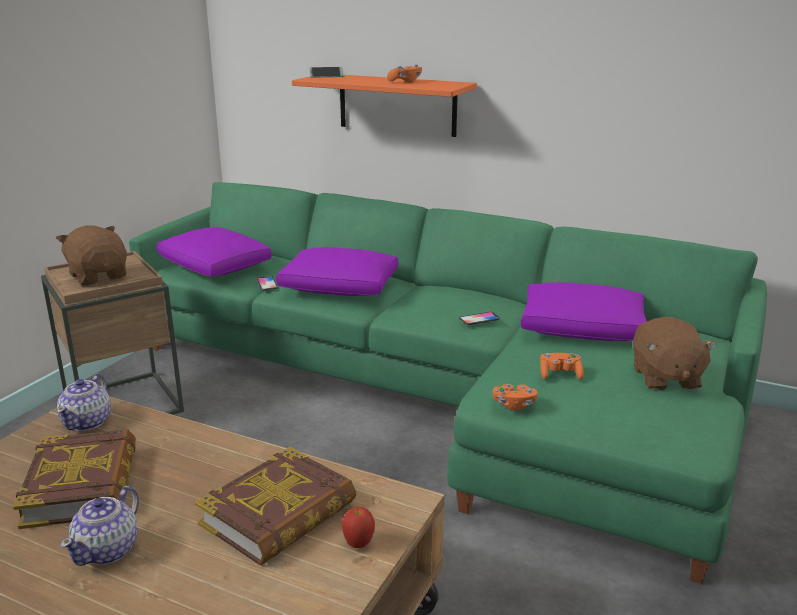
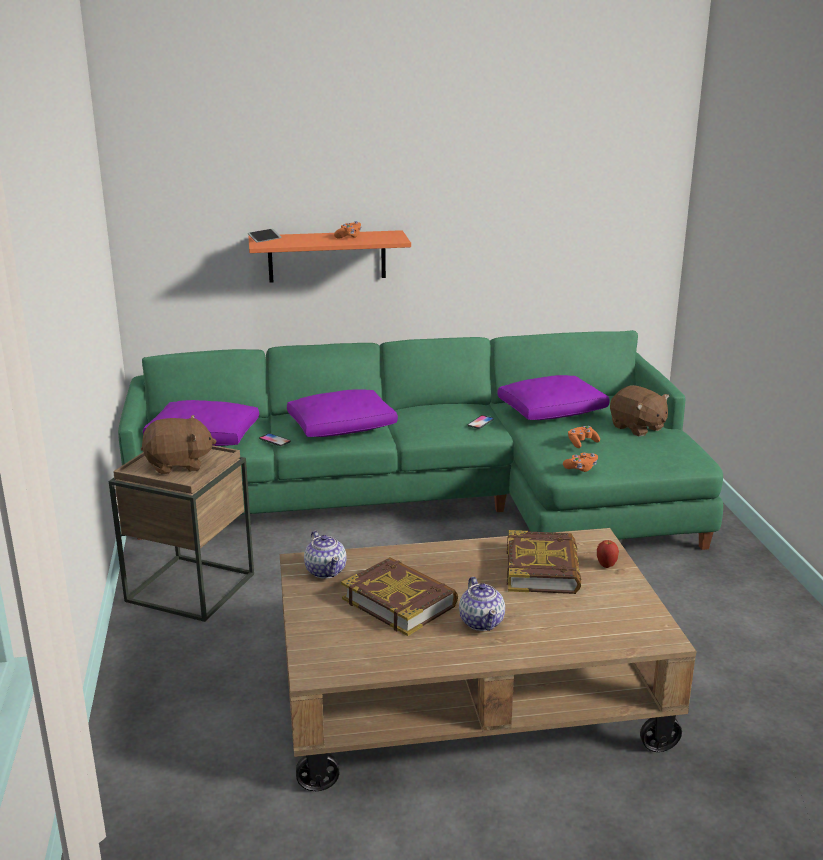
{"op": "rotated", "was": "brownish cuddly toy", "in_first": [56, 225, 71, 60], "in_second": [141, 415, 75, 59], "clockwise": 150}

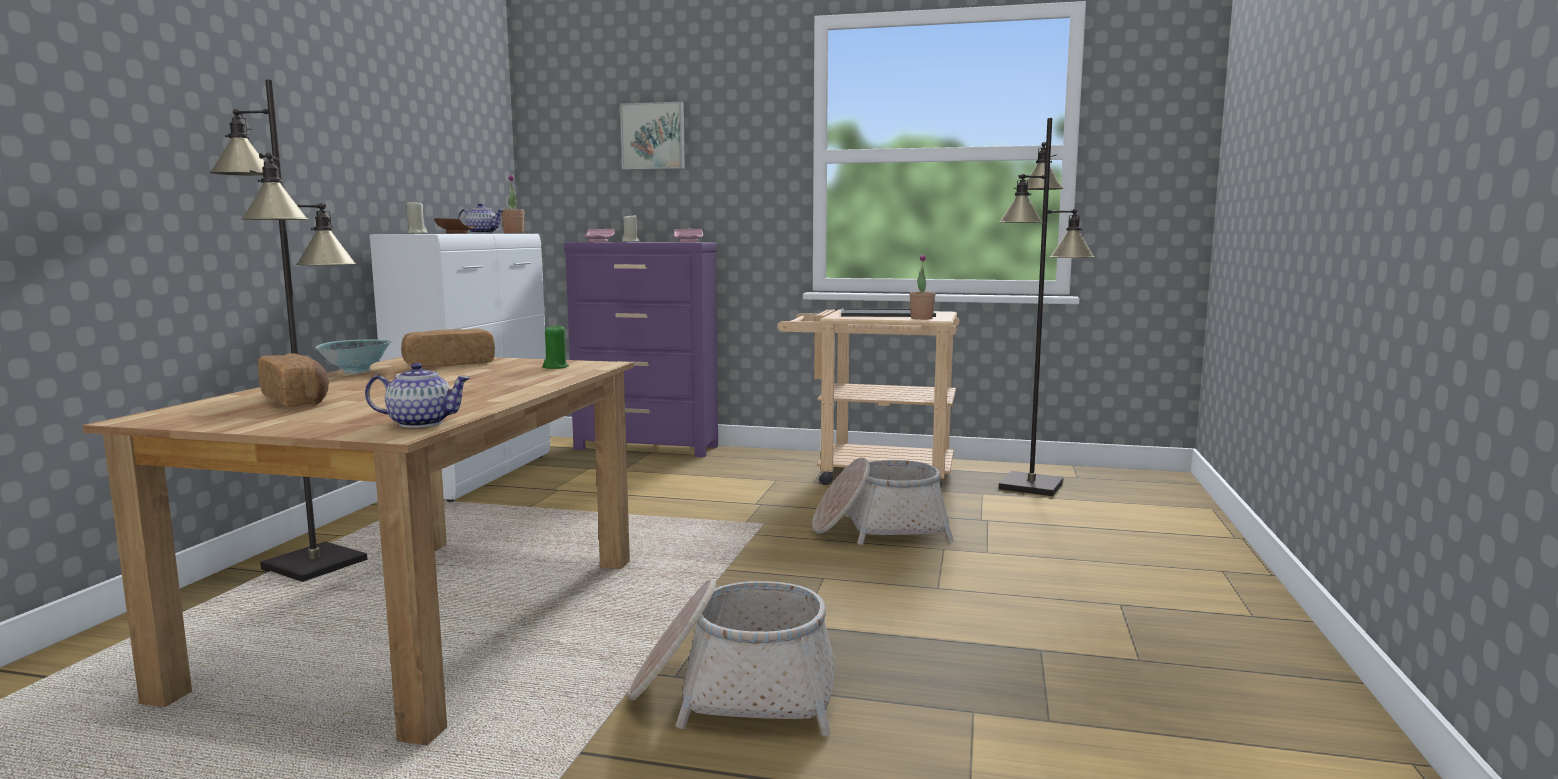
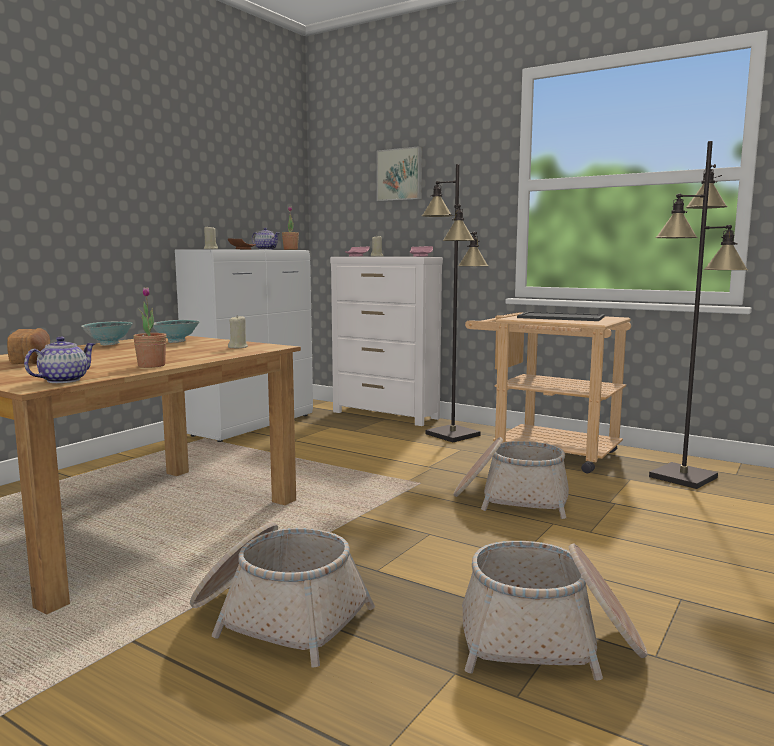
{"op": "shifted", "was": "blackish floor lamp", "in_first": [209, 79, 159, 503], "in_second": [422, 164, 67, 278]}
{"op": "repainted", "was": "purple chest of drawers", "now": "white chest of drawers", "in_first": [564, 242, 154, 215], "in_second": [330, 257, 113, 169]}
{"op": "shifted", "was": "houseplant", "in_first": [910, 254, 25, 66], "in_second": [133, 287, 33, 81]}
{"op": "repainted", "was": "green wax light", "now": "beige wax light", "in_first": [543, 324, 26, 45], "in_second": [228, 316, 20, 33]}
{"op": "swapped", "was": "bakery bread", "now": "bowl", "in_first": [401, 329, 94, 38], "in_second": [153, 320, 47, 23]}
{"op": "rotated", "was": "tea pot", "in_first": [365, 363, 106, 65], "in_second": [24, 336, 71, 47], "clockwise": -75}
{"op": "new", "now": "household basket", "in_second": [462, 541, 186, 140]}

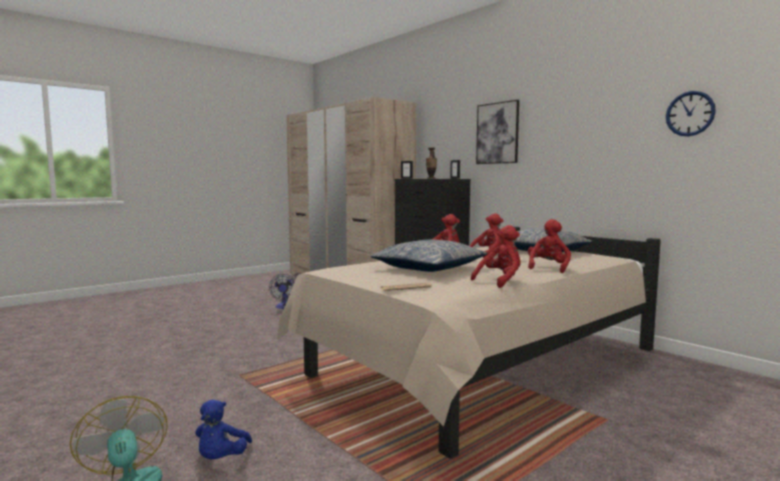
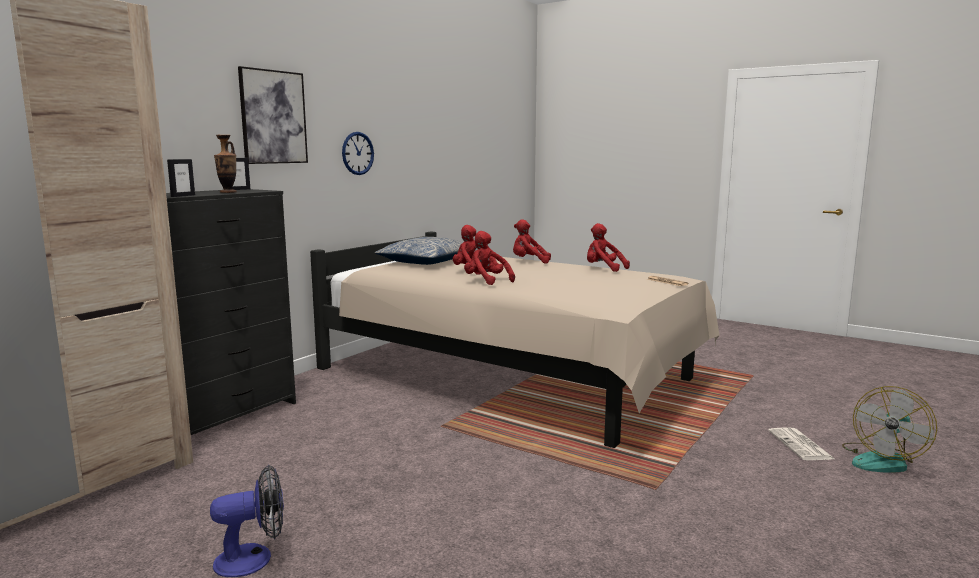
{"op": "shifted", "was": "wall clock", "in_first": [666, 91, 50, 45], "in_second": [342, 132, 32, 43]}
{"op": "gone", "was": "cushion", "in_first": [370, 239, 117, 33]}
{"op": "swapped", "was": "blue-coloured cuddly toy", "now": "daily paper", "in_first": [195, 400, 57, 59], "in_second": [768, 427, 68, 33]}

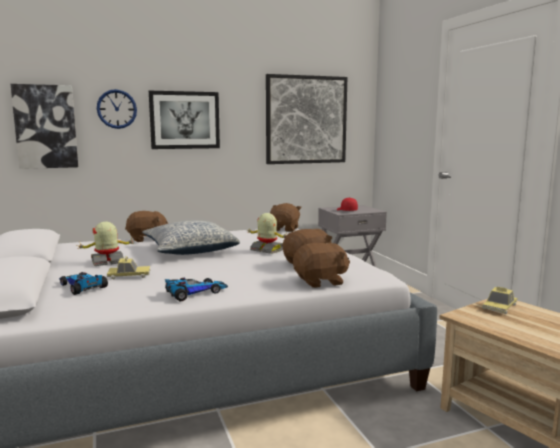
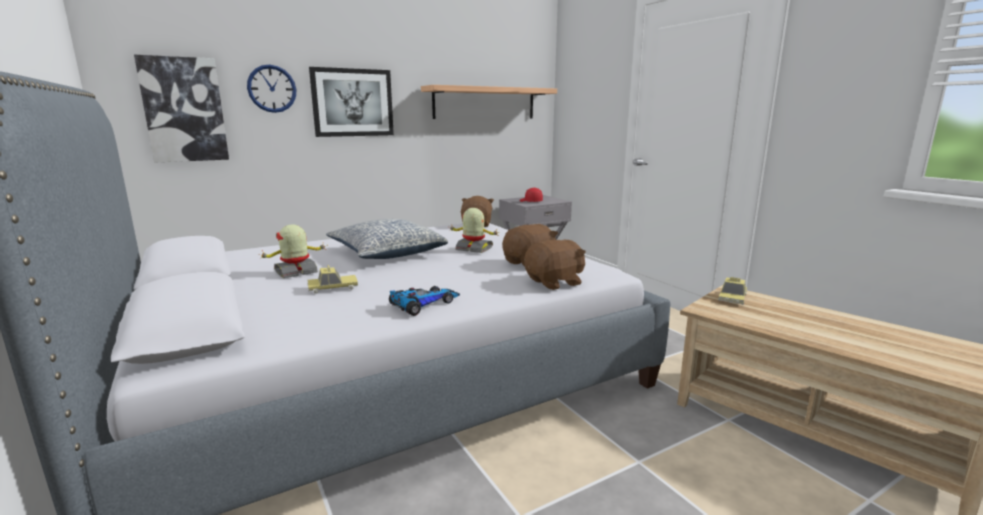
{"op": "swapped", "was": "wall picture", "now": "wall shelf", "in_first": [266, 74, 81, 90], "in_second": [421, 85, 136, 34]}
{"op": "gone", "was": "brownish cuddly toy", "in_first": [125, 211, 44, 31]}
{"op": "gone", "was": "toy car", "in_first": [59, 272, 49, 23]}

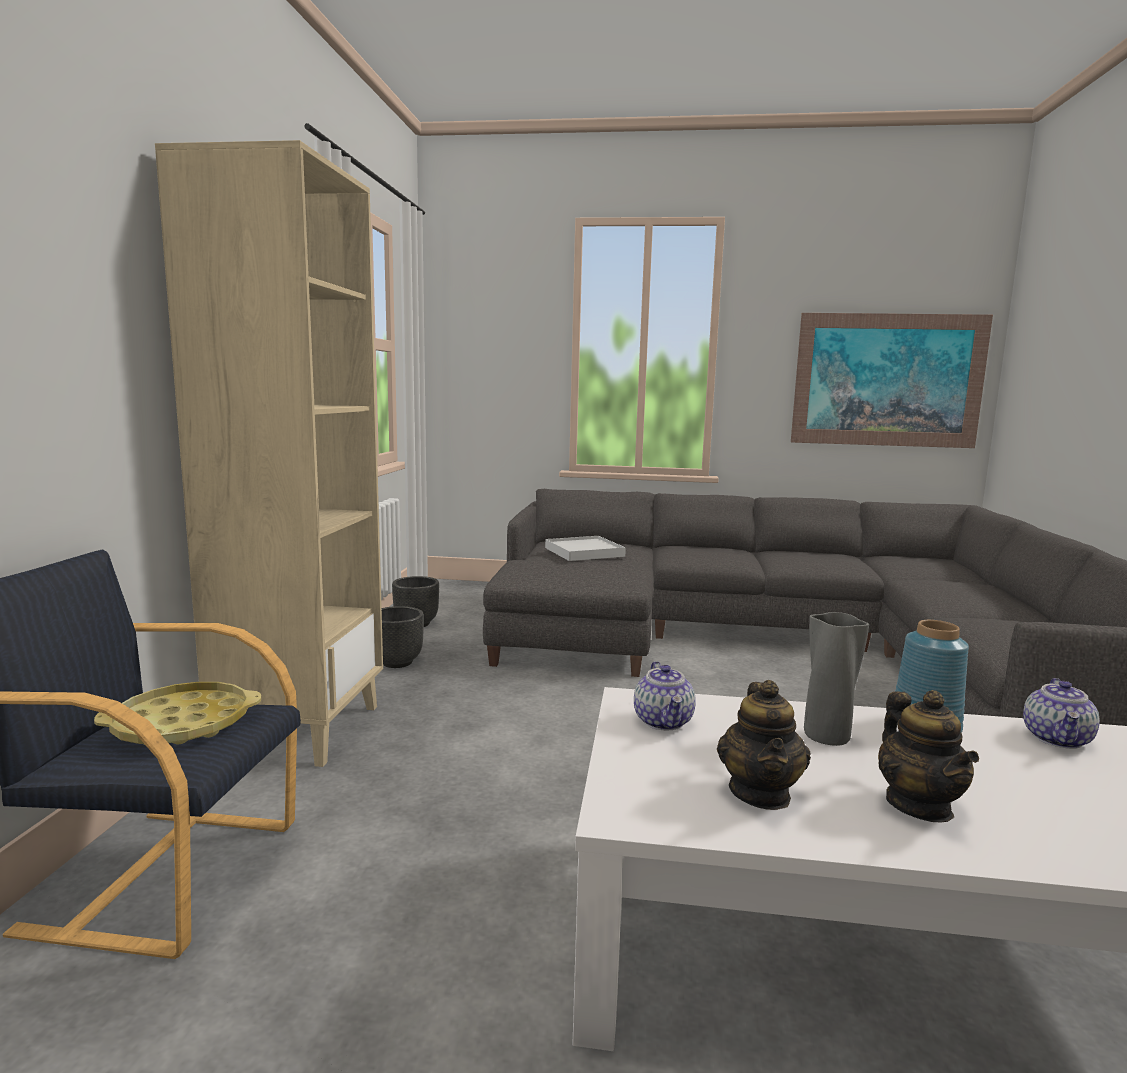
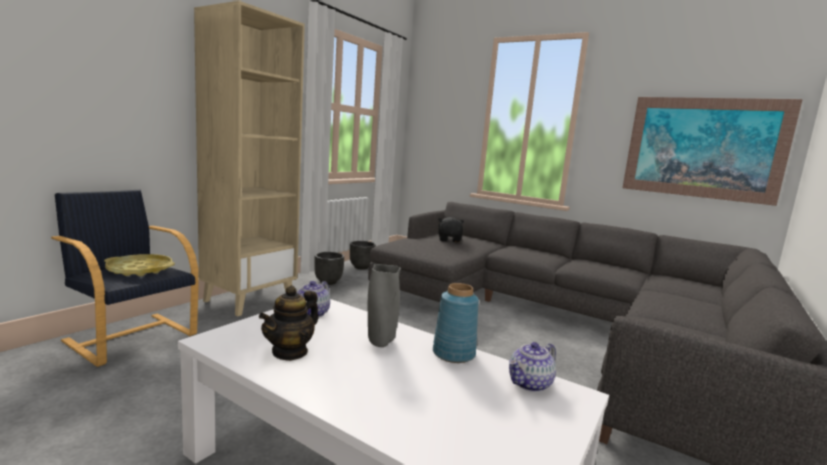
{"op": "swapped", "was": "white serving tray", "now": "blackish cuddly toy", "in_first": [545, 536, 81, 25], "in_second": [438, 217, 26, 25]}
{"op": "gone", "was": "tea pot", "in_first": [878, 690, 101, 133]}

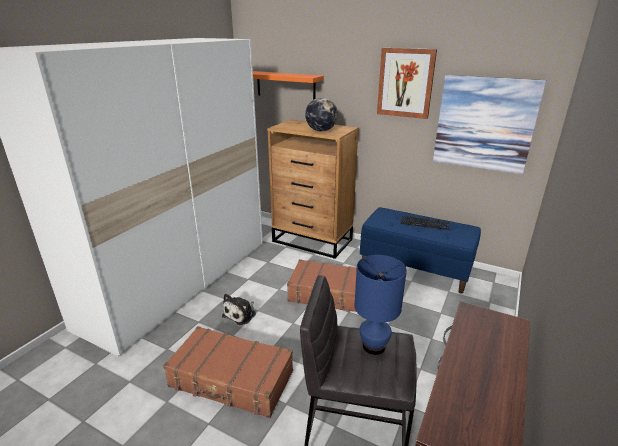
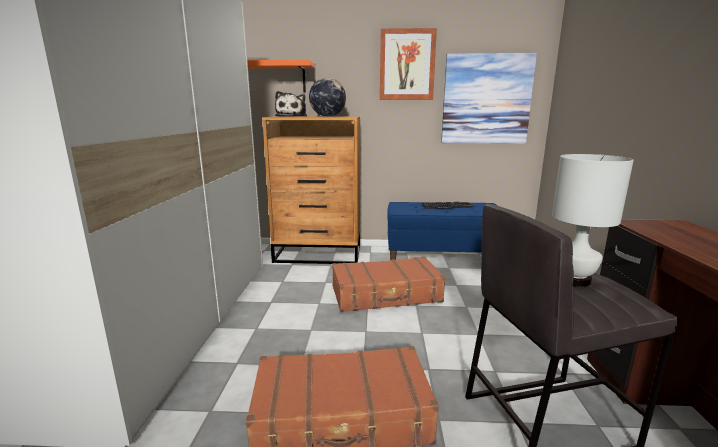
{"op": "repainted", "was": "blue-coloured lamp for a table", "now": "white lamp for a table", "in_first": [354, 255, 53, 100], "in_second": [552, 154, 82, 133]}
{"op": "shifted", "was": "cuddly toy", "in_first": [222, 293, 34, 32], "in_second": [275, 91, 32, 26]}

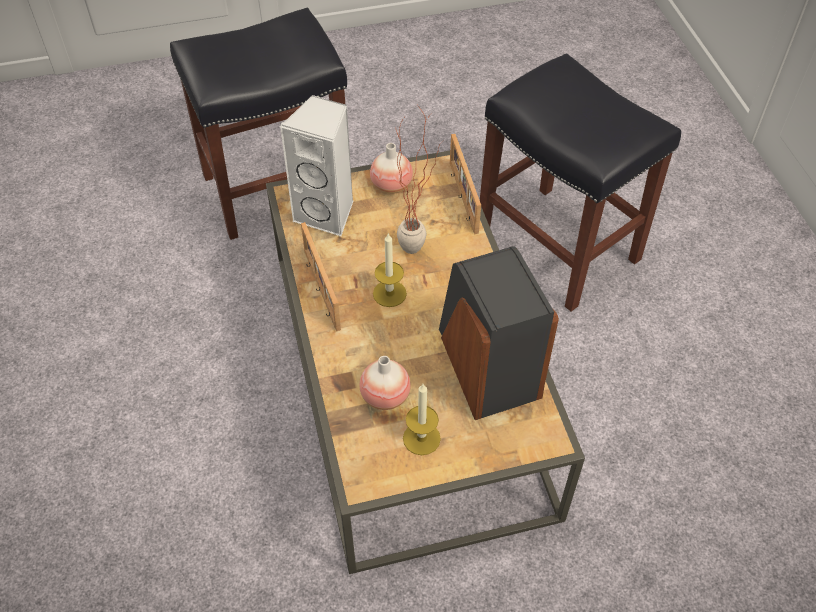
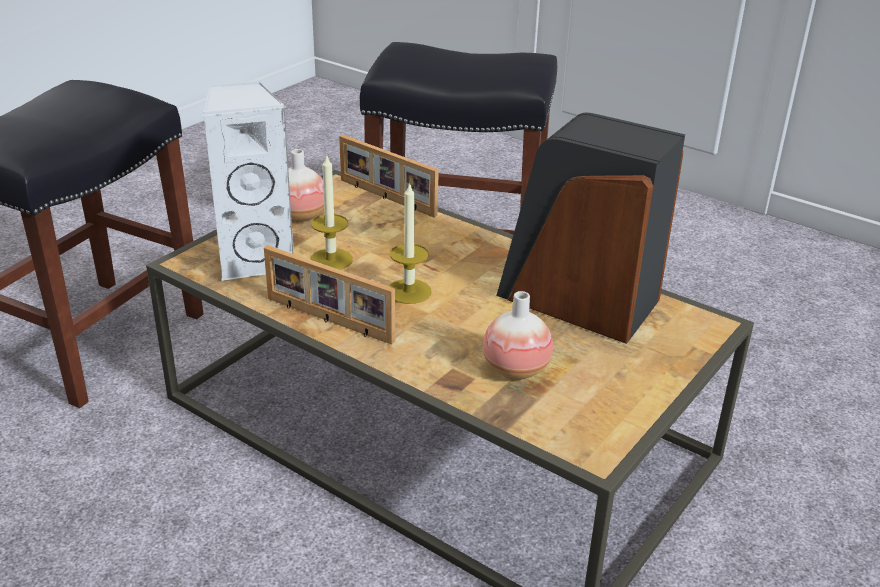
{"op": "gone", "was": "houseplant", "in_first": [396, 106, 48, 148]}
{"op": "shifted", "was": "wax light", "in_first": [403, 384, 38, 71], "in_second": [310, 154, 43, 116]}

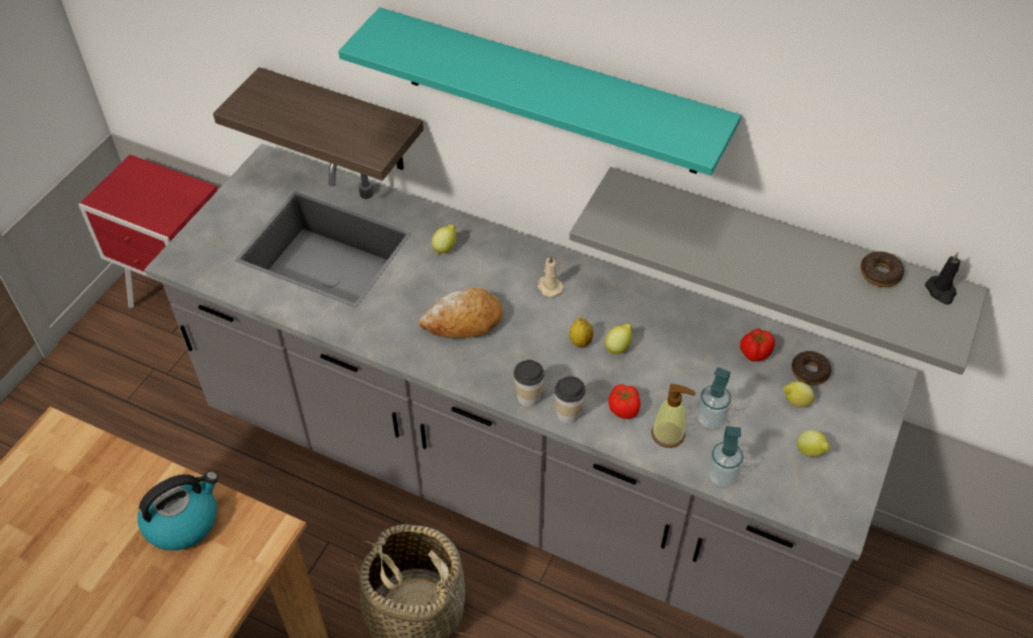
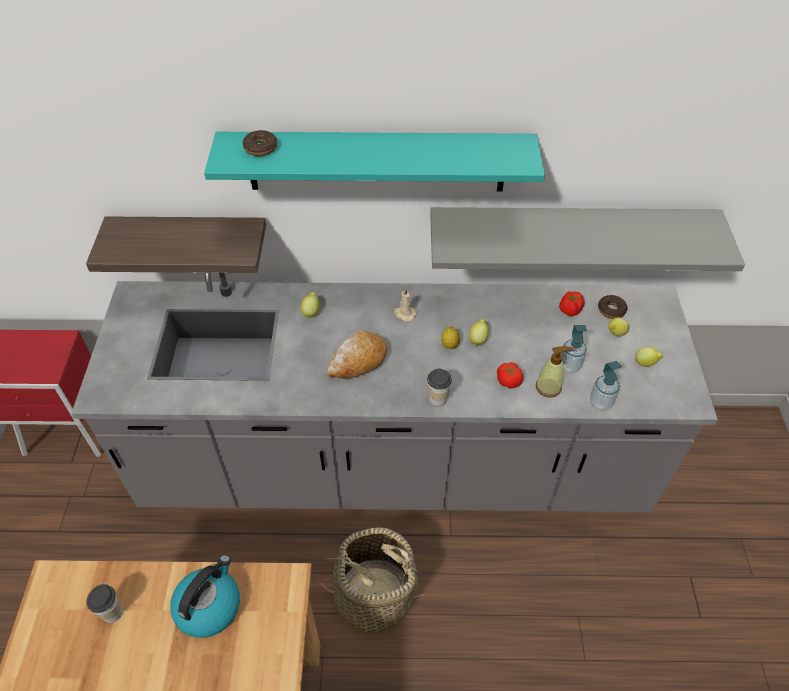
{"op": "shifted", "was": "donut", "in_first": [860, 251, 44, 36], "in_second": [243, 130, 34, 26]}
{"op": "gone", "was": "blackish wax light", "in_first": [925, 252, 36, 52]}
{"op": "shifted", "was": "cup", "in_first": [555, 376, 31, 48], "in_second": [86, 584, 37, 39]}

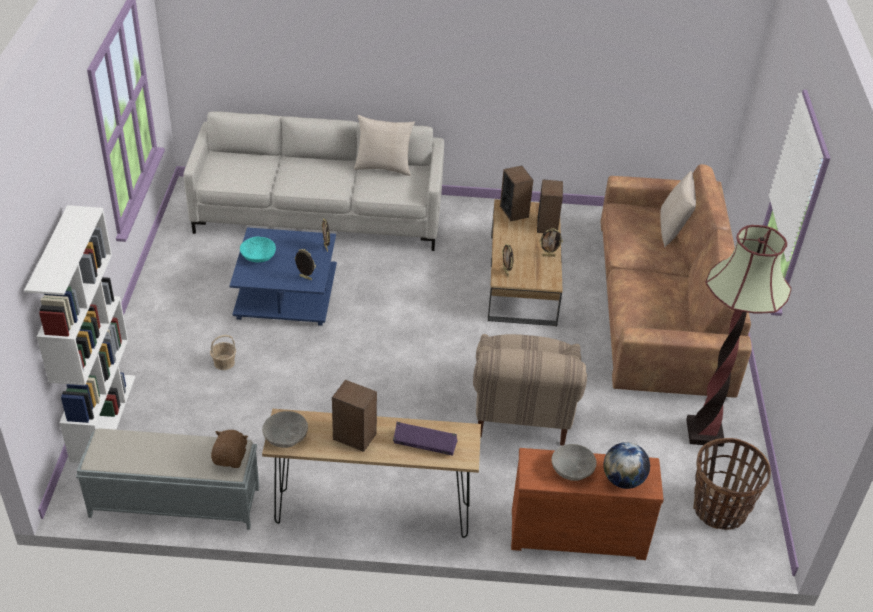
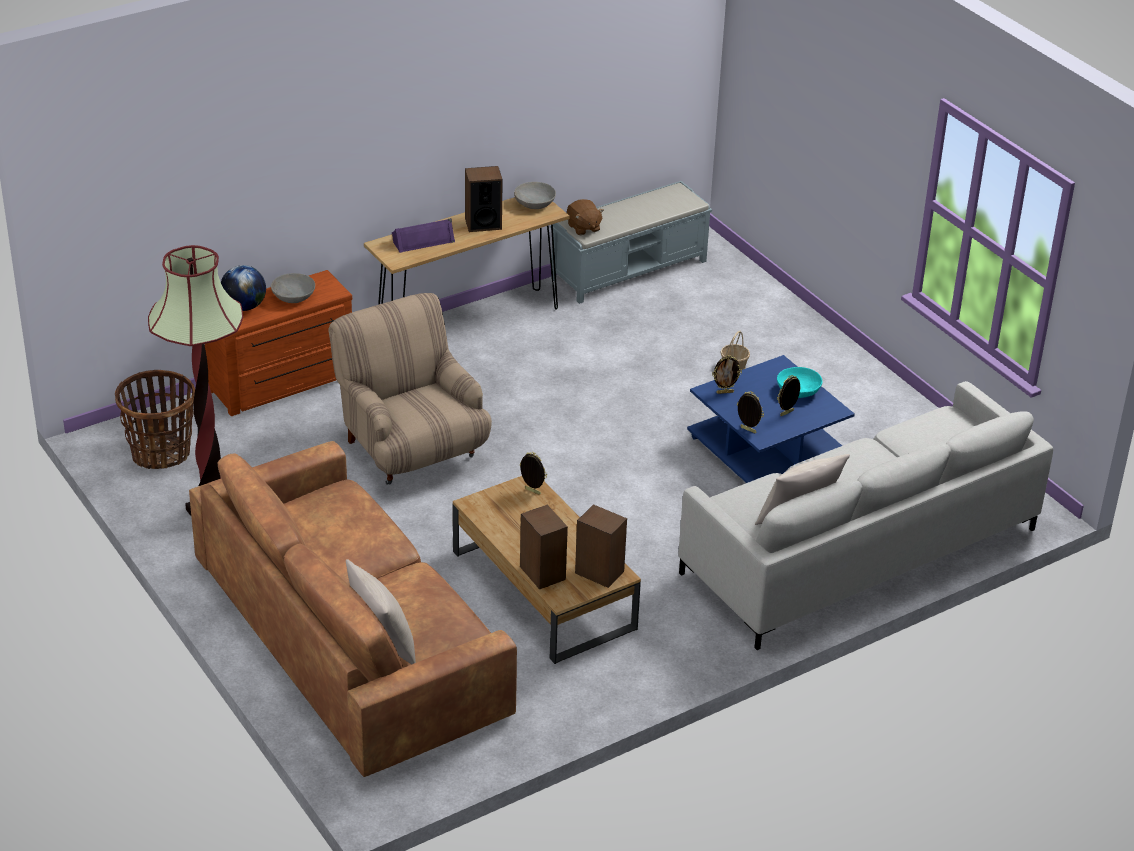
{"op": "gone", "was": "white bookshelf", "in_first": [24, 205, 111, 258]}
{"op": "shifted", "was": "picture frame", "in_first": [539, 228, 24, 29], "in_second": [777, 375, 23, 41]}

